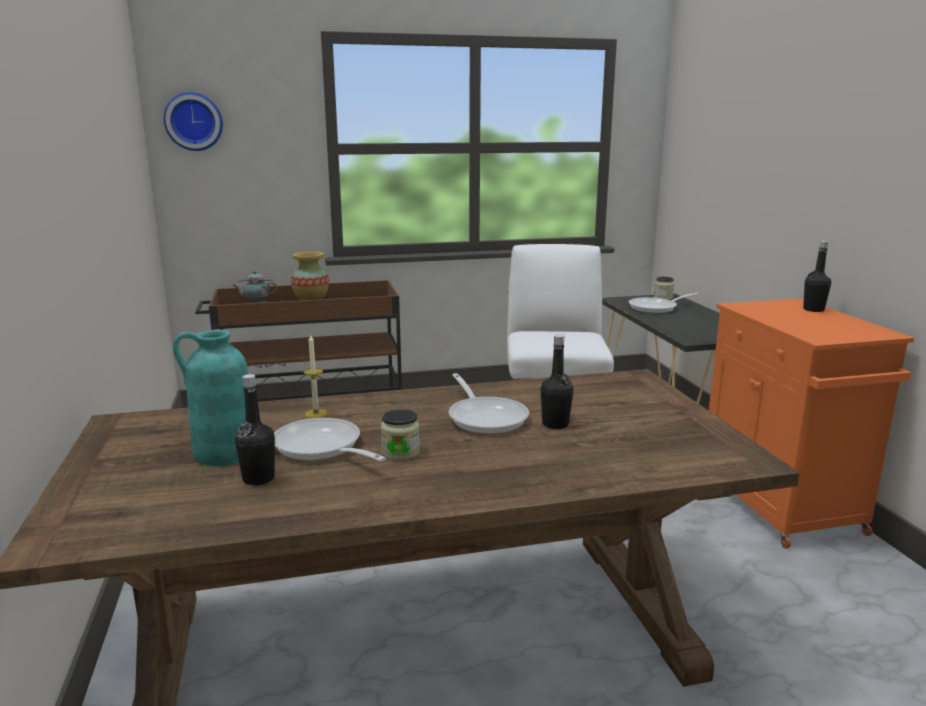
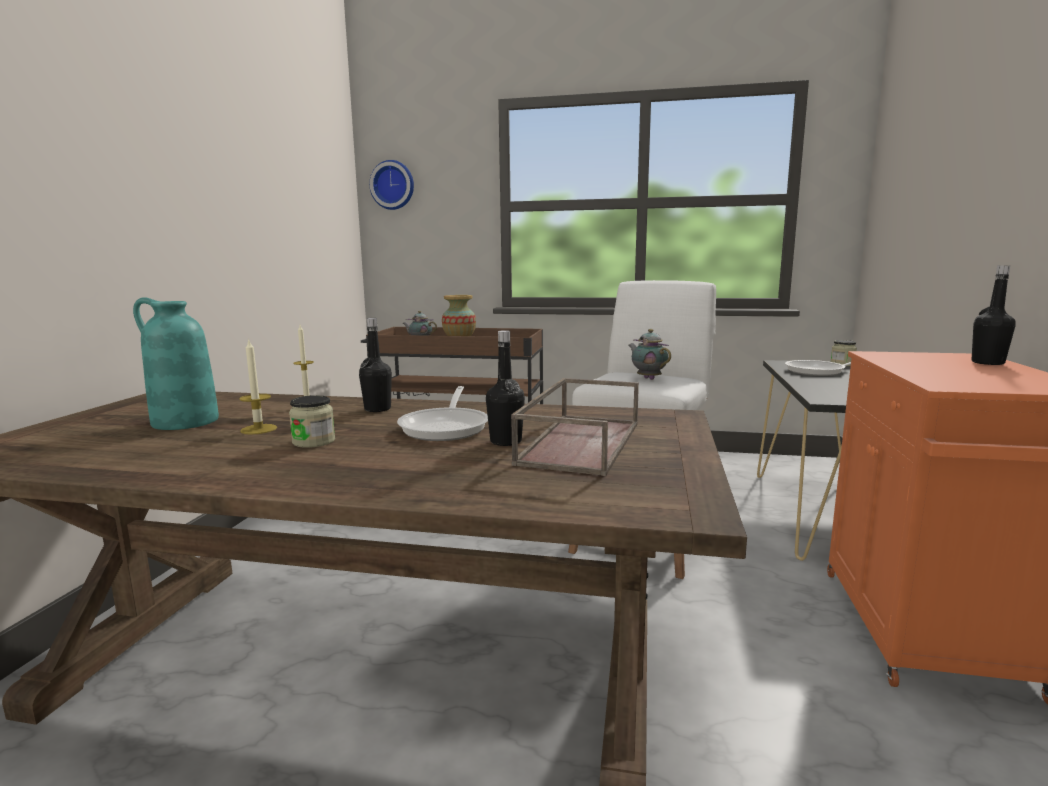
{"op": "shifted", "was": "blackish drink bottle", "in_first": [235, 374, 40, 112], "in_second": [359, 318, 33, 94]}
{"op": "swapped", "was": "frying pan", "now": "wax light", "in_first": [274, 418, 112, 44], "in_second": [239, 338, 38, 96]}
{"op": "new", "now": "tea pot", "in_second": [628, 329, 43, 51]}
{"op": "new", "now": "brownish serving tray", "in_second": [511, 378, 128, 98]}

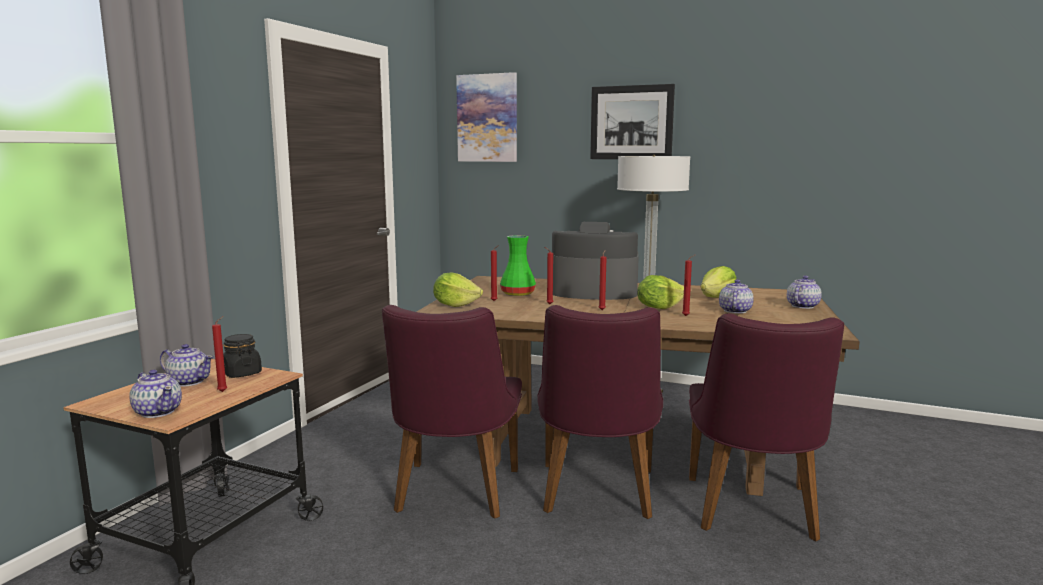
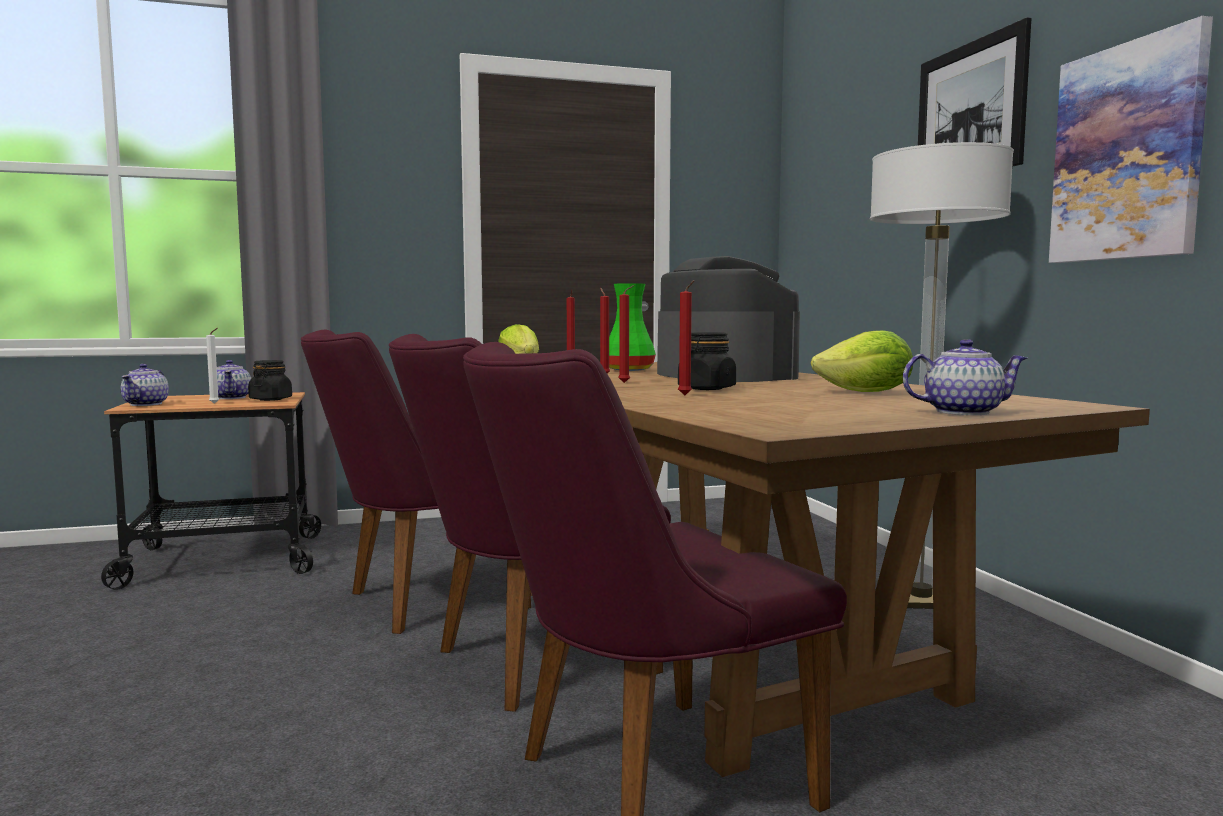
{"op": "shifted", "was": "wall picture", "in_first": [456, 72, 61, 90], "in_second": [1049, 16, 164, 247]}
{"op": "swapped", "was": "head of lettuce", "now": "blackish storage jar", "in_first": [637, 275, 47, 34], "in_second": [678, 332, 58, 58]}
{"op": "gone", "was": "tea pot", "in_first": [719, 279, 35, 35]}
{"op": "repainted", "was": "red wax light", "now": "white wax light", "in_first": [212, 316, 15, 76], "in_second": [206, 328, 13, 76]}

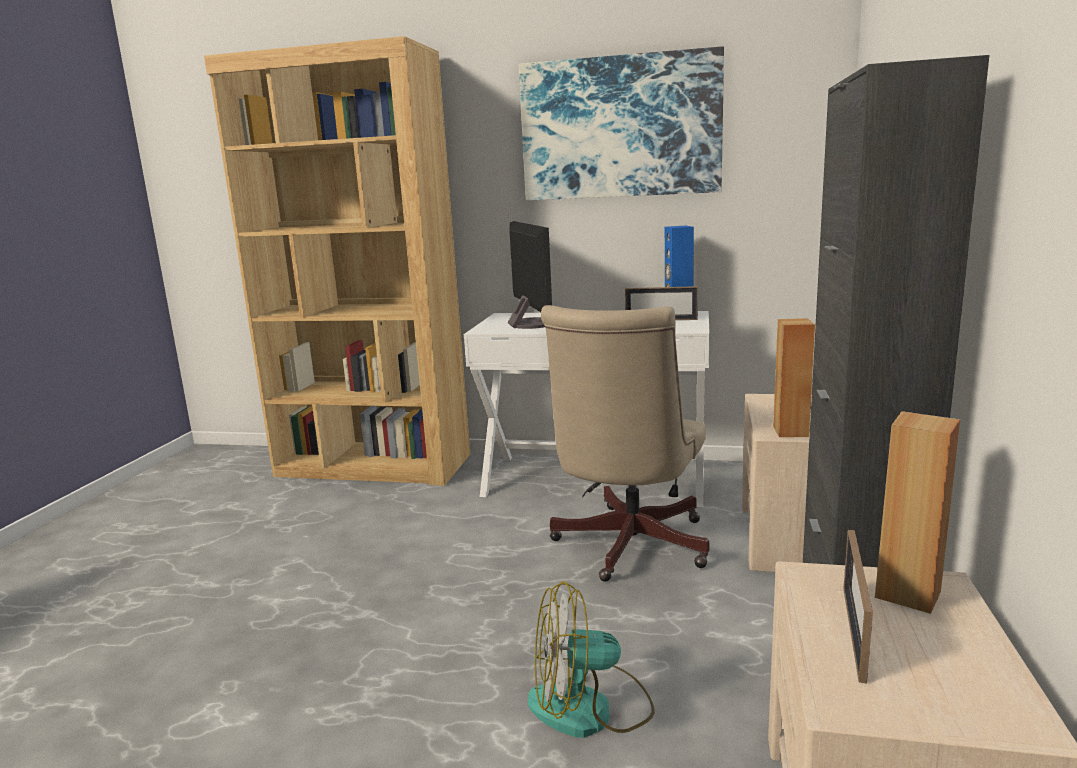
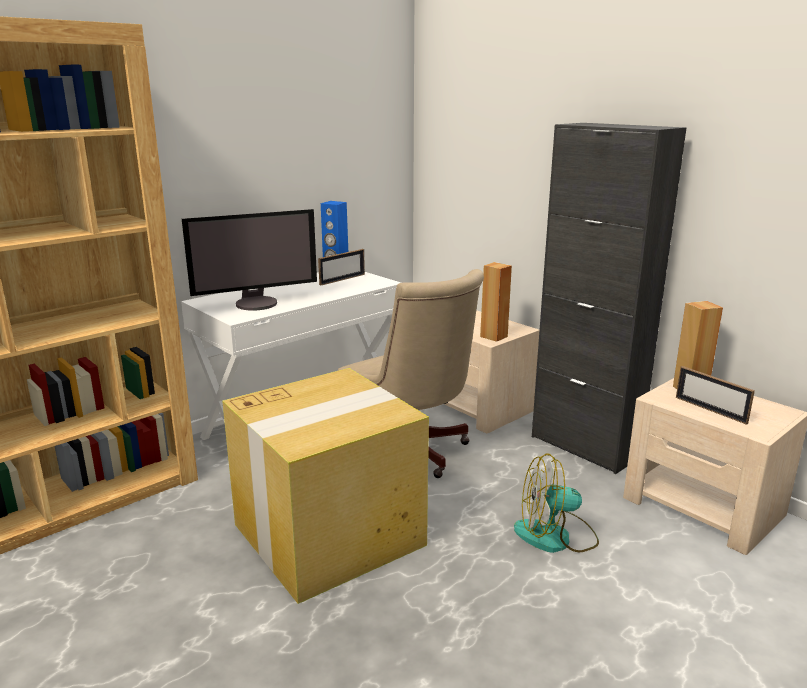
{"op": "gone", "was": "wall picture", "in_first": [519, 46, 205, 154]}
{"op": "rotated", "was": "monitor", "in_first": [508, 221, 44, 108], "in_second": [182, 209, 135, 102], "clockwise": 135}
{"op": "rotated", "was": "cooling fan", "in_first": [528, 581, 127, 157], "in_second": [514, 453, 85, 100], "clockwise": 60}
{"op": "new", "now": "carton", "in_second": [222, 368, 207, 236]}

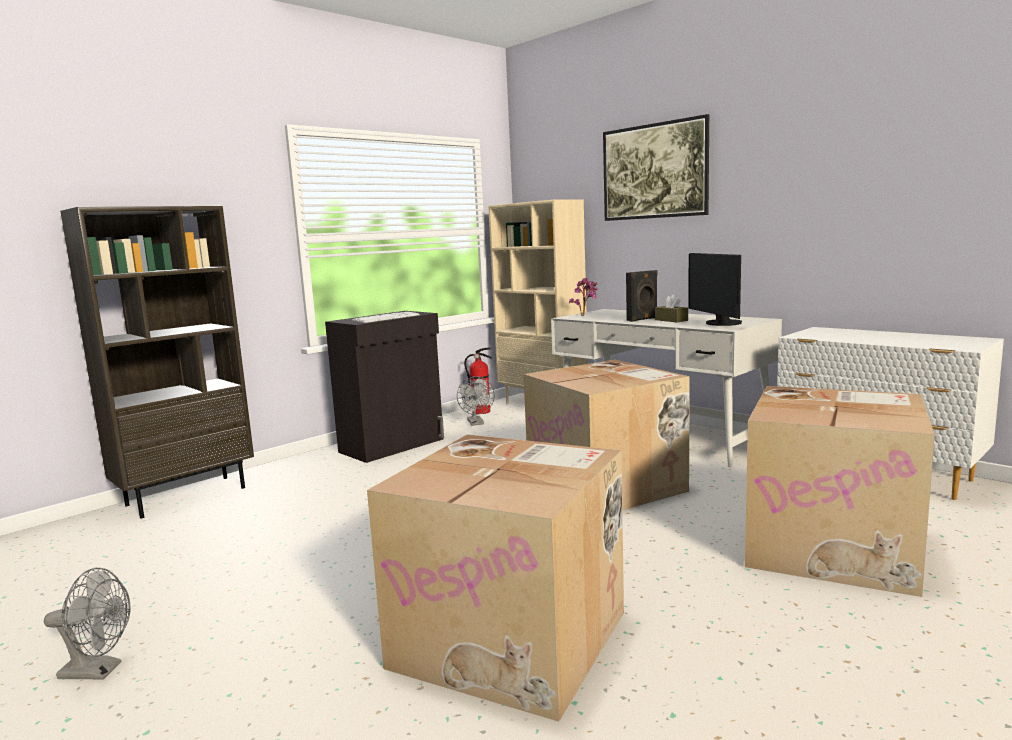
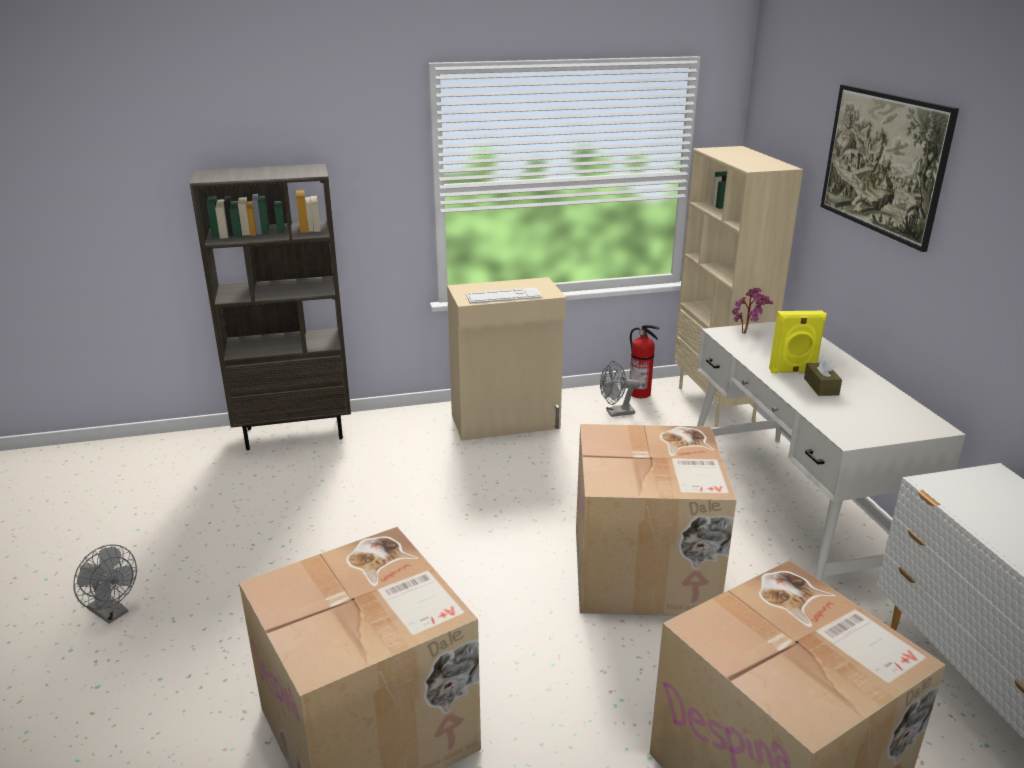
{"op": "gone", "was": "monitor", "in_first": [688, 253, 54, 73]}
{"op": "repainted", "was": "blackish speaker", "now": "yellow speaker", "in_first": [626, 270, 31, 52], "in_second": [769, 311, 58, 62]}
{"op": "repainted", "was": "blackish storage cabinet", "now": "beige storage cabinet", "in_first": [325, 311, 119, 152], "in_second": [447, 277, 119, 164]}
{"op": "rotated", "was": "greyish cooling fan", "in_first": [457, 376, 37, 50], "in_second": [600, 361, 40, 56], "clockwise": 60}

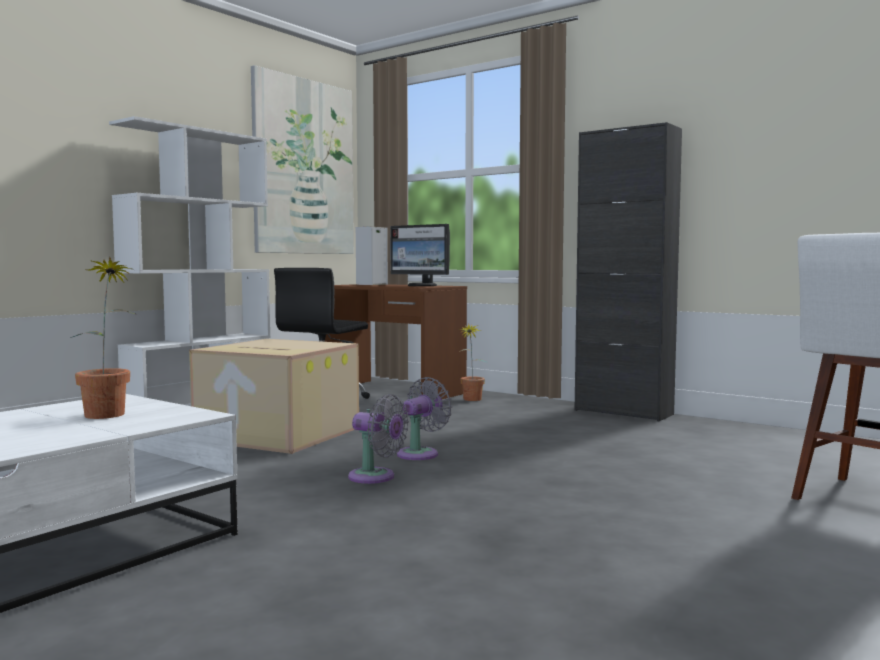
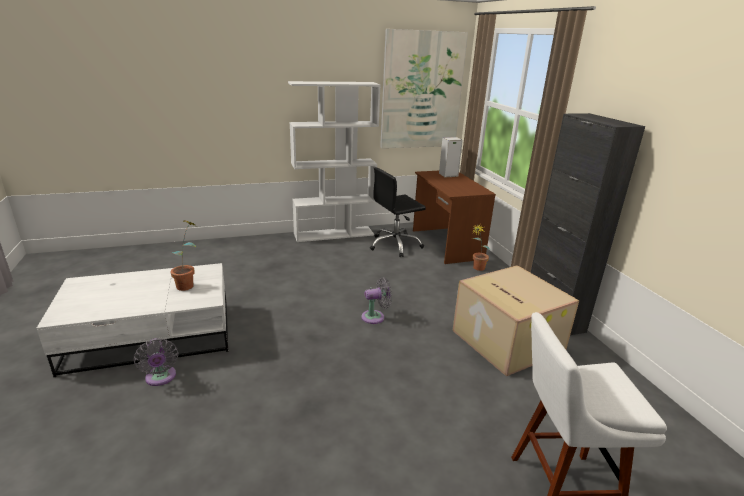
{"op": "gone", "was": "monitor", "in_first": [390, 224, 60, 62]}
{"op": "shifted", "was": "carton", "in_first": [189, 339, 170, 115], "in_second": [452, 265, 127, 111]}
{"op": "shifted", "was": "greyish cooling fan", "in_first": [348, 394, 61, 90], "in_second": [133, 338, 45, 48]}

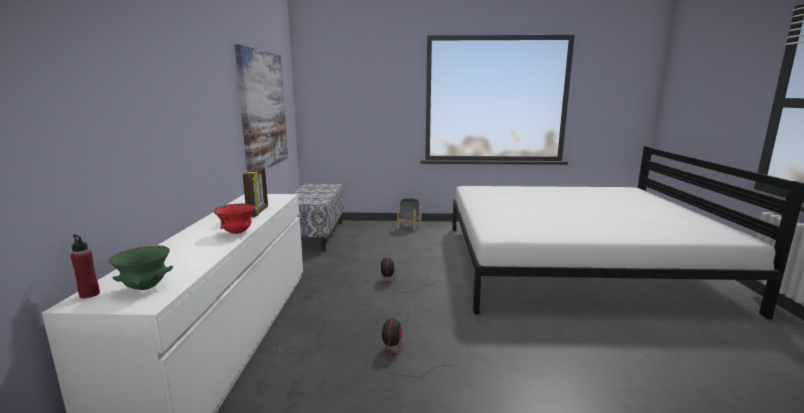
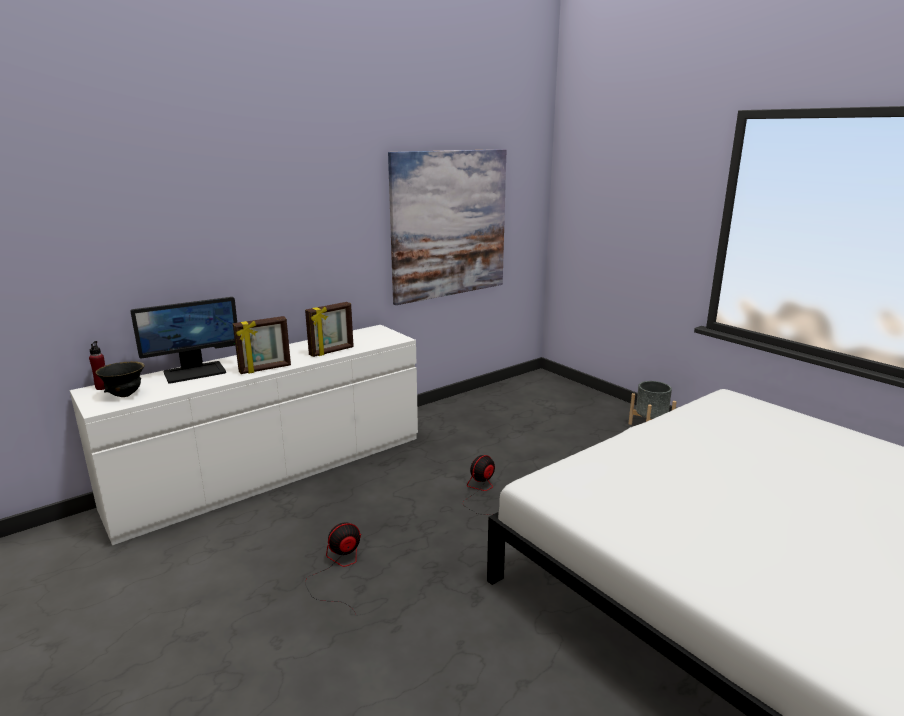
{"op": "gone", "was": "bench", "in_first": [291, 183, 53, 68]}
{"op": "swapped", "was": "red bowl", "now": "picture frame", "in_first": [213, 203, 42, 31], "in_second": [233, 316, 58, 58]}
{"op": "repainted", "was": "green bowl", "now": "blackish bowl", "in_first": [108, 245, 65, 45], "in_second": [96, 361, 49, 36]}
{"op": "new", "now": "monitor", "in_second": [130, 297, 107, 87]}

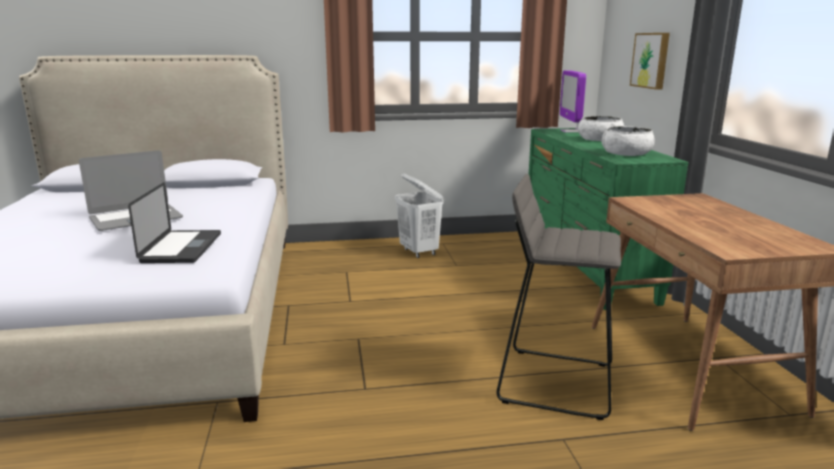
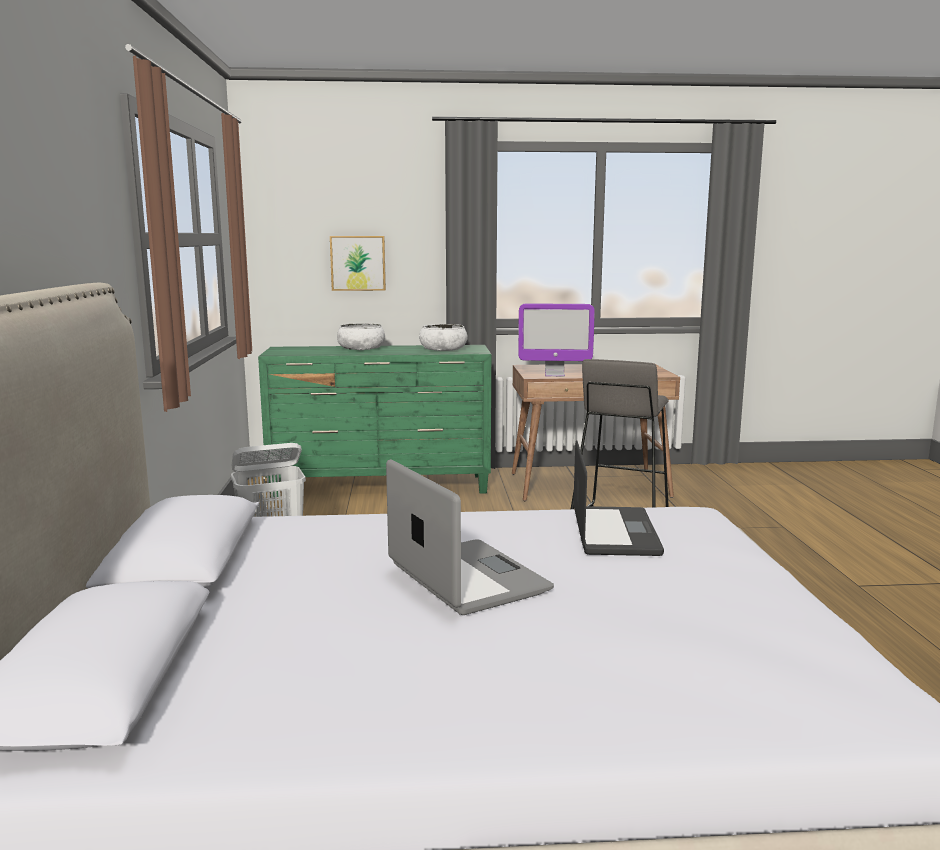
{"op": "shifted", "was": "monitor", "in_first": [560, 71, 26, 62], "in_second": [518, 304, 77, 73]}
{"op": "rotated", "was": "laptop", "in_first": [128, 182, 93, 81], "in_second": [573, 440, 91, 116], "clockwise": 90}

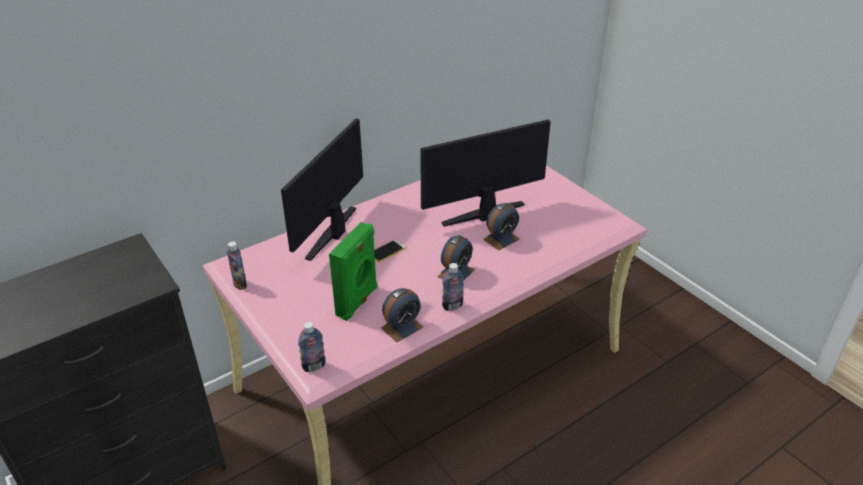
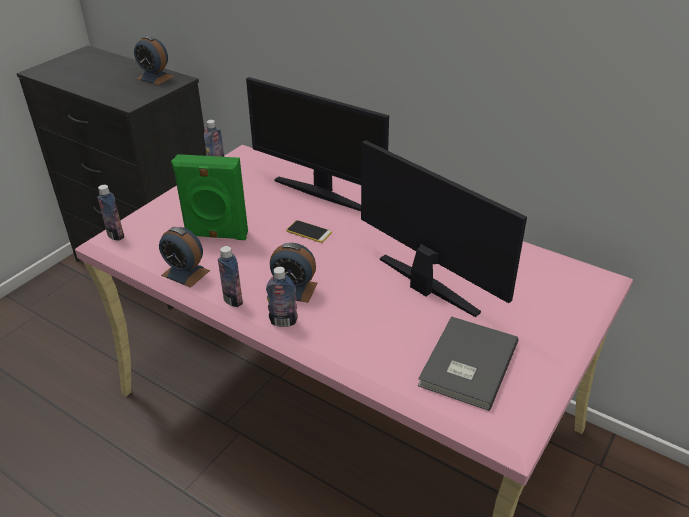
{"op": "rotated", "was": "monitor", "in_first": [281, 119, 82, 142], "in_second": [246, 77, 143, 134], "clockwise": -150}
{"op": "shifted", "was": "bedside clock", "in_first": [483, 203, 37, 47], "in_second": [134, 36, 40, 49]}
{"op": "new", "now": "drink bottle", "in_second": [266, 267, 32, 60]}
{"op": "new", "now": "greyish volume", "in_second": [418, 316, 100, 95]}

